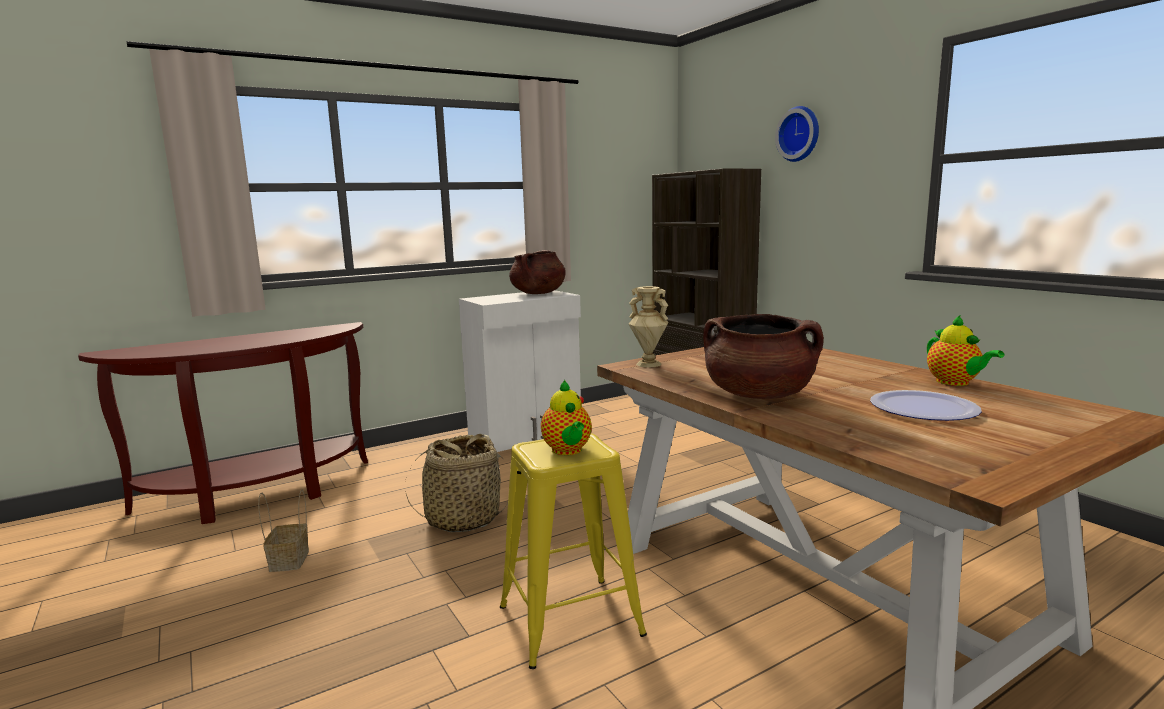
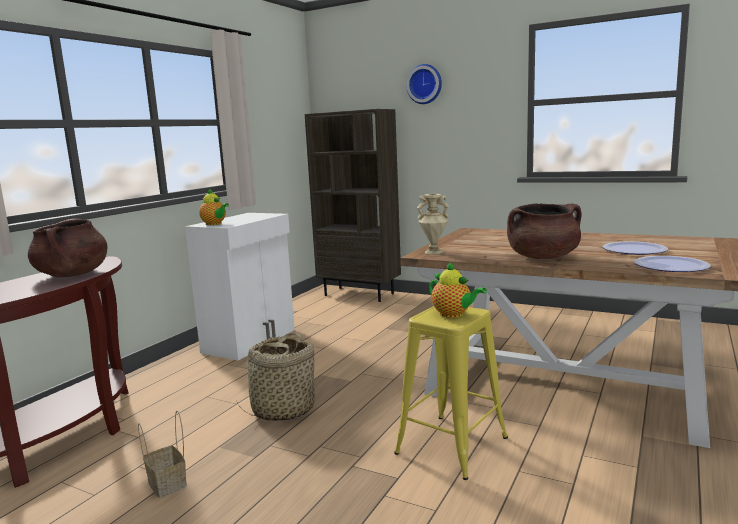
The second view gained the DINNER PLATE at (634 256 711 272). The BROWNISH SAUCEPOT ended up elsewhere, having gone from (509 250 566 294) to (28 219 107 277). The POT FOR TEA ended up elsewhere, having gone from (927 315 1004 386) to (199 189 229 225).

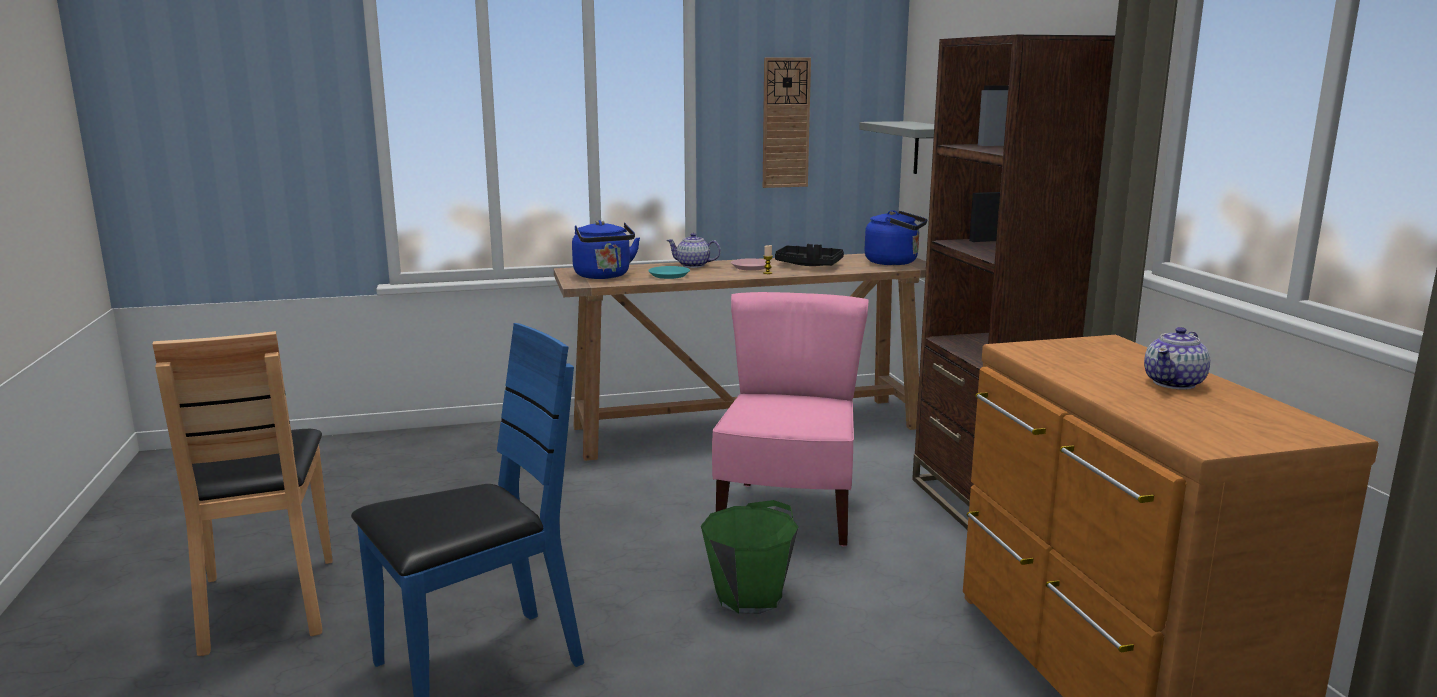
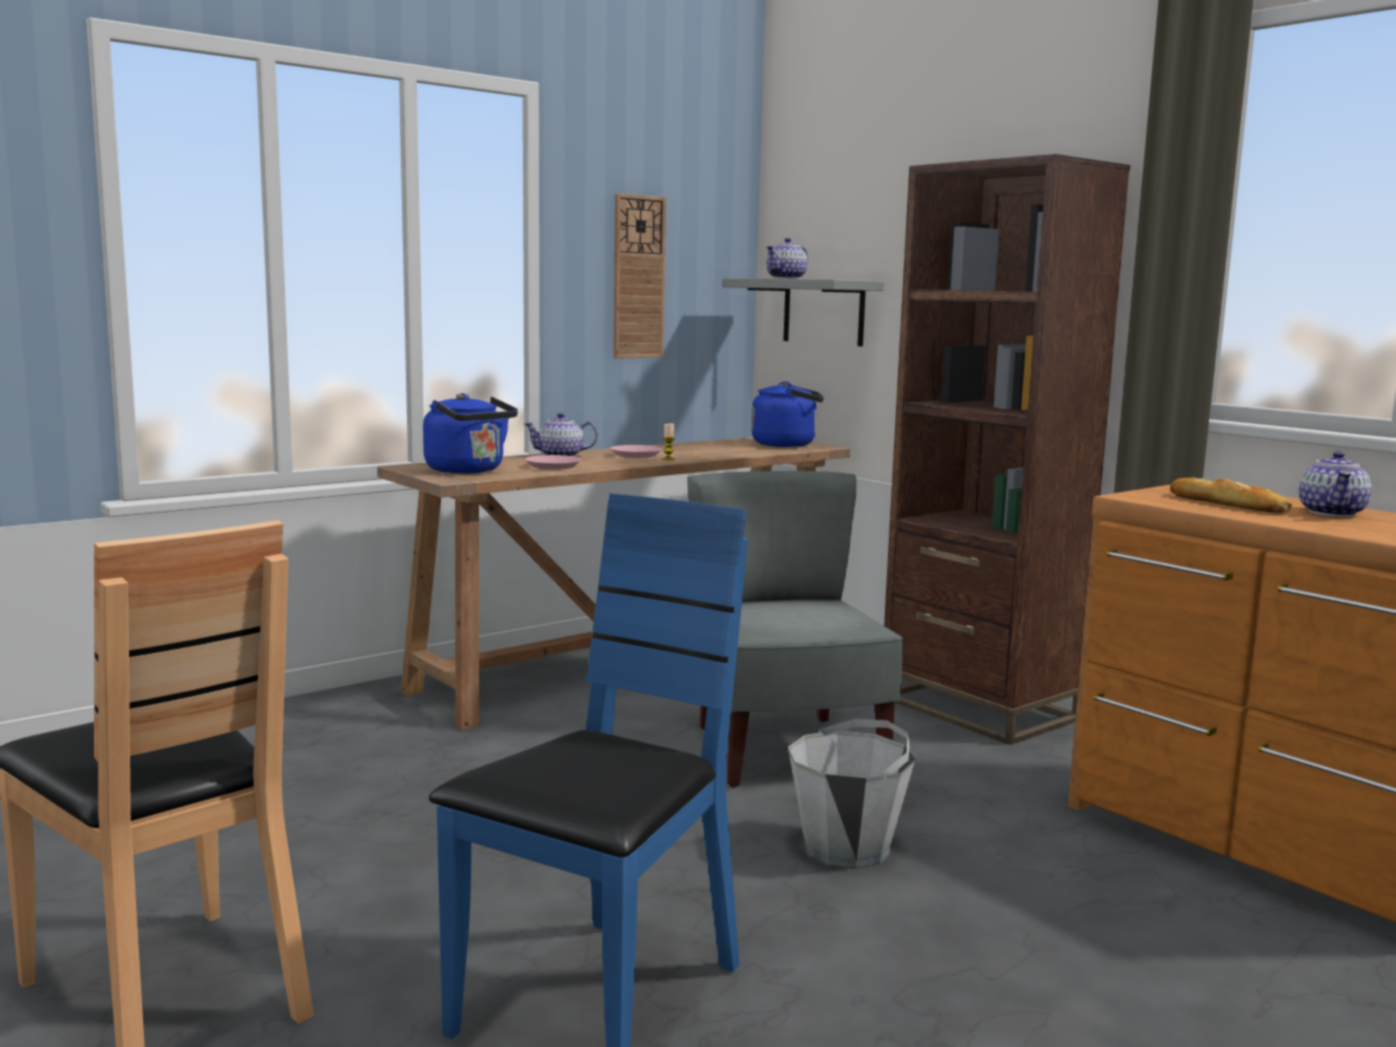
The second view lost the BLACK CARRYING TRAY at (775 244 844 266). The second view gained the POT FOR TEA at (766 238 808 279). The second view gained the BAKERY BREAD at (1170 477 1292 513). What was the BLUE-GREEN DINNER PLATE at (648 266 690 279) turned into the PINK DINNER PLATE at (525 455 581 470). What was the GREEN BUCKET at (701 500 799 614) turned into the GRAY BUCKET at (788 719 915 869). What was the PINK PLAIN CHAIR at (712 292 869 546) turned into the GRAY PLAIN CHAIR at (687 471 903 788).

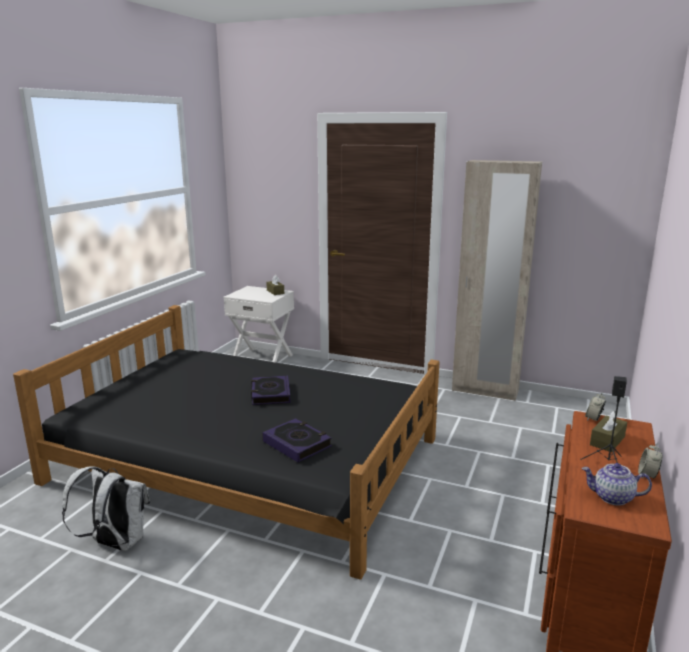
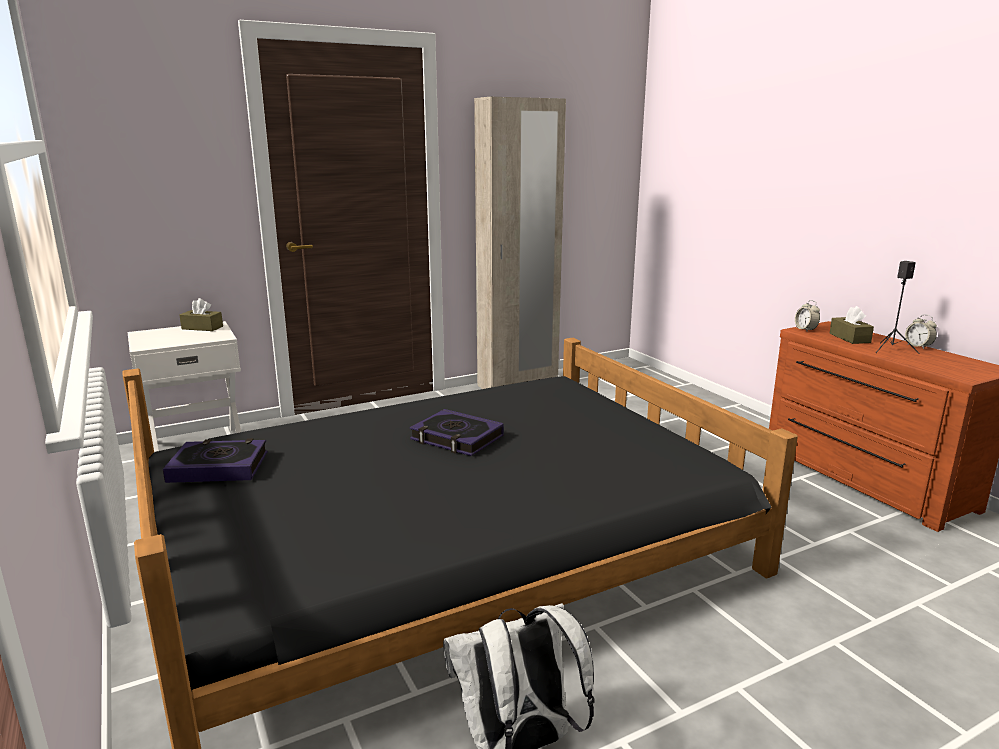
The second view lost the POT FOR TEA at (582 463 652 506). The BOOK ended up elsewhere, having gone from (262 418 332 462) to (163 438 268 483).

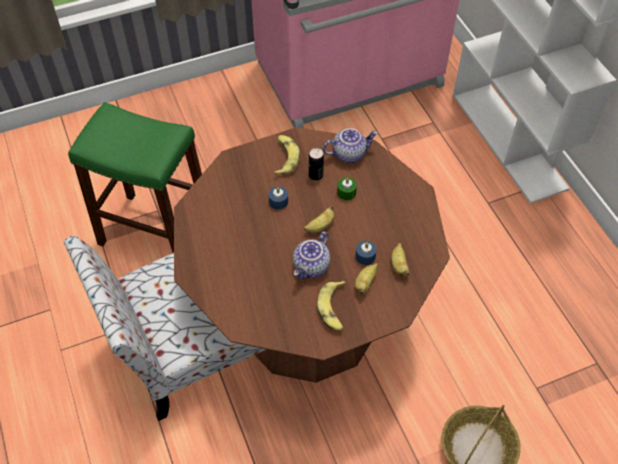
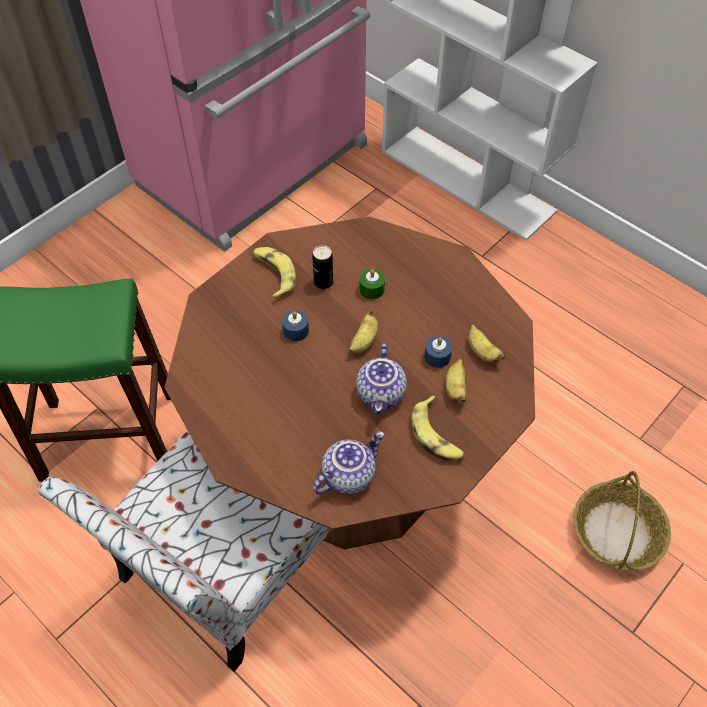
The POT FOR TEA ended up elsewhere, having gone from (322 128 378 163) to (313 431 384 494).

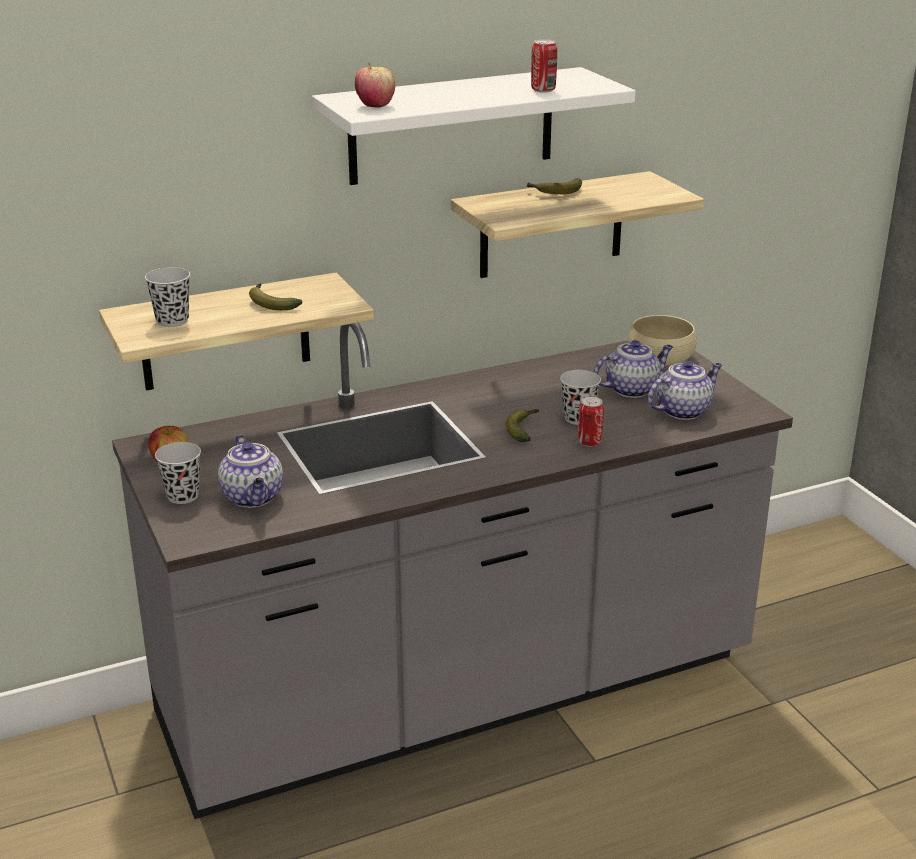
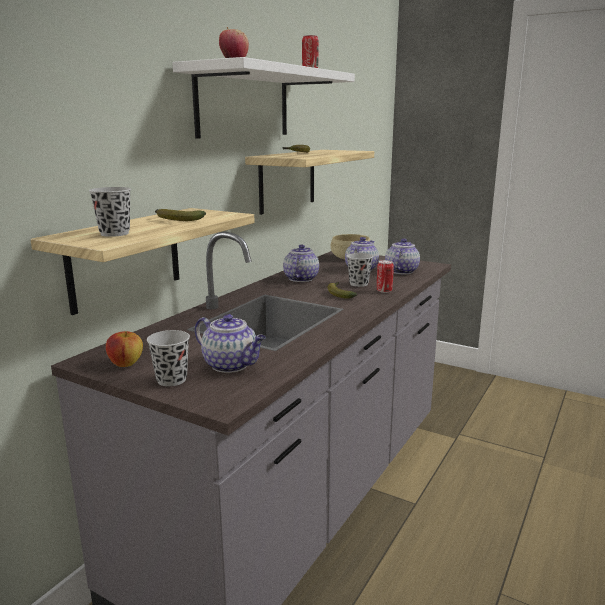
The second view gained the POT FOR TEA at (283 244 319 282).

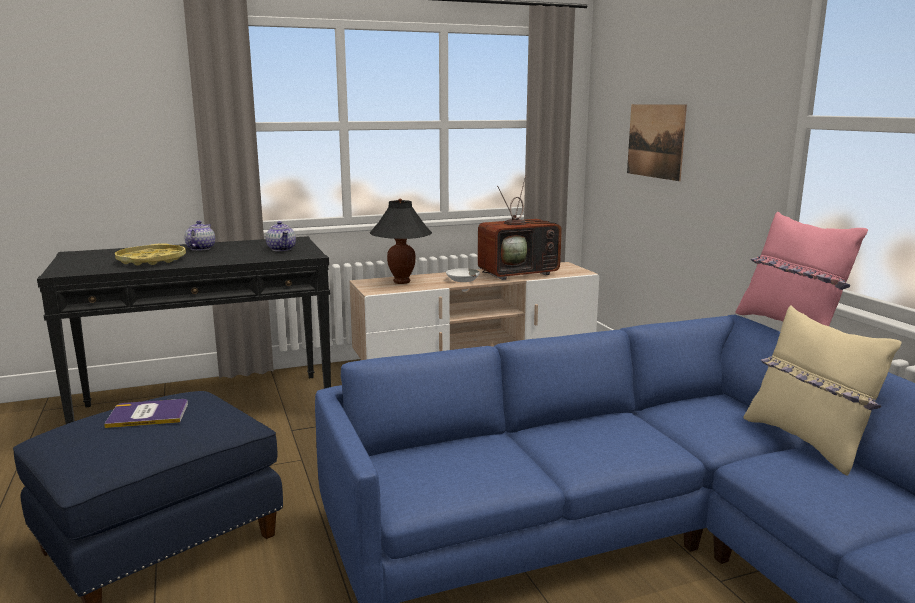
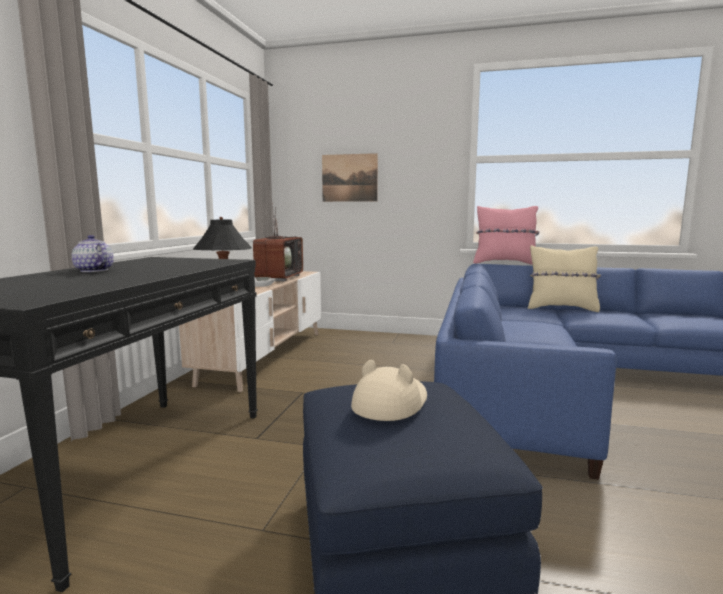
The second view lost the YELLOWISH CARRYING TRAY at (115 243 186 265). The second view lost the POT FOR TEA at (266 221 296 251). Where the BOOK stood at (104 399 188 428), the BEIGE WEARABLE HAT came to stand at (351 360 427 421).

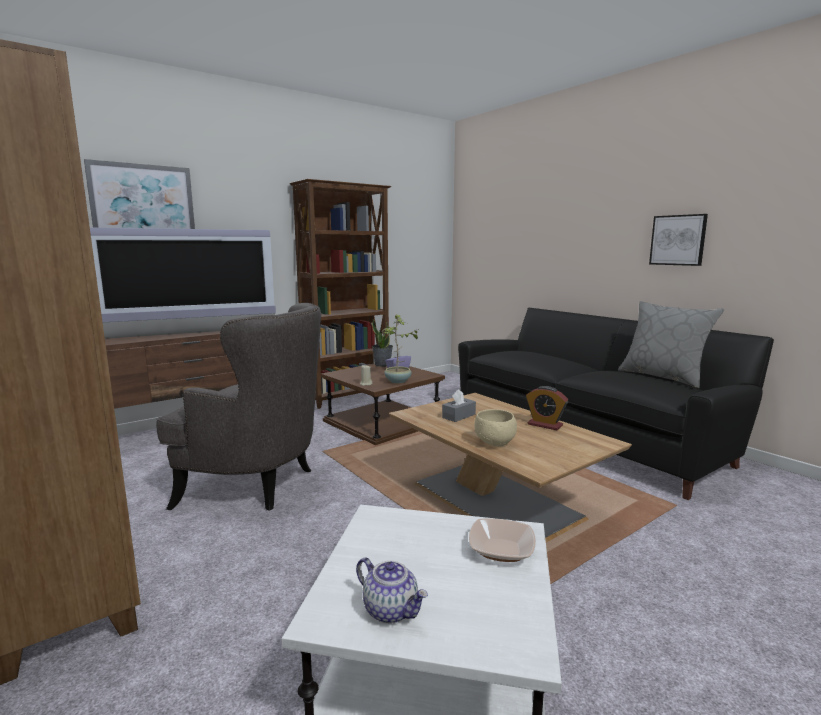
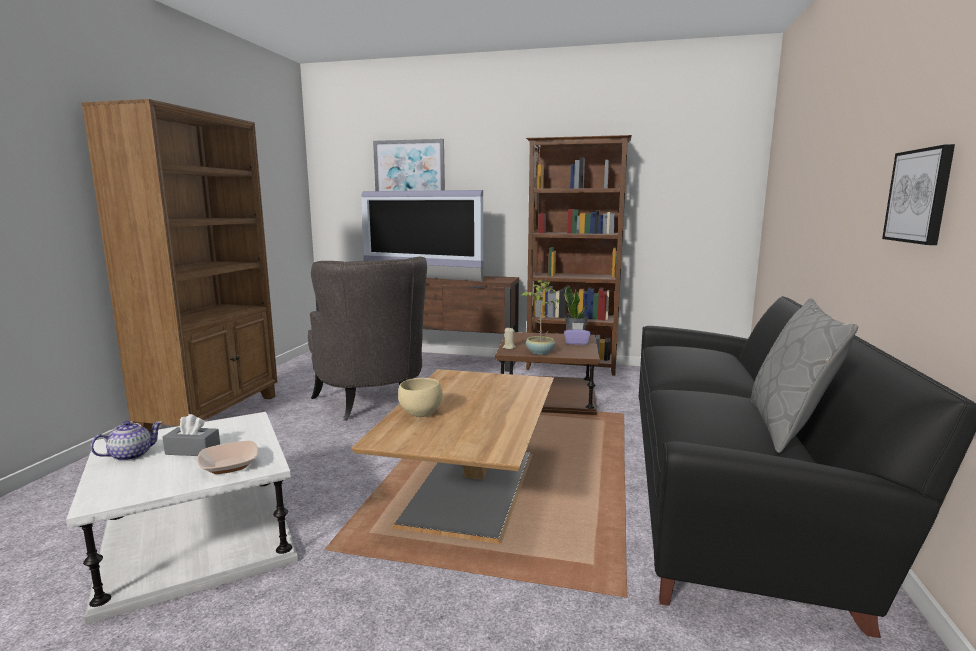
The second view lost the ALARM CLOCK at (526 386 568 430). The GRAY TISSUE HOLDER ended up elsewhere, having gone from (442 389 476 422) to (163 414 220 456). The POT FOR TEA at (356 557 428 624) ended up facing another way, 135 degrees counterclockwise from before.

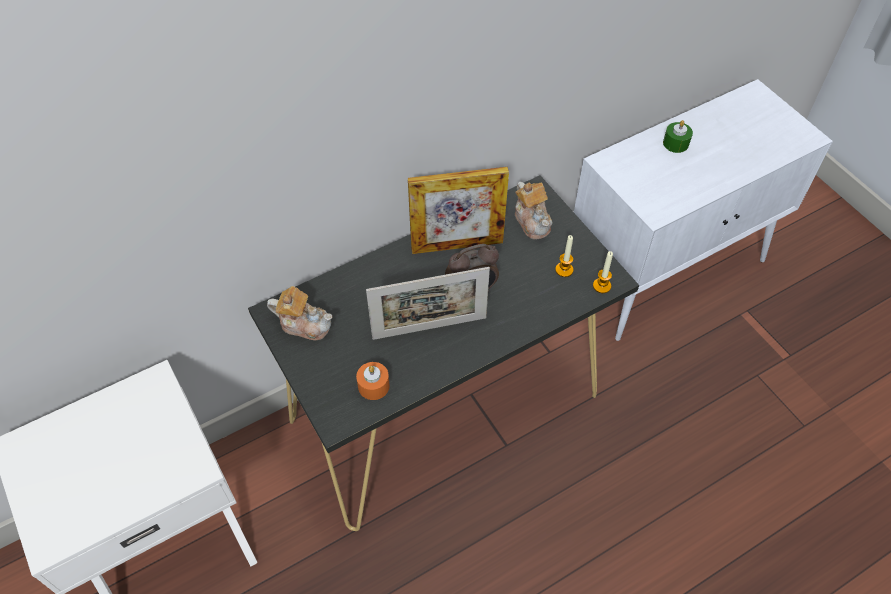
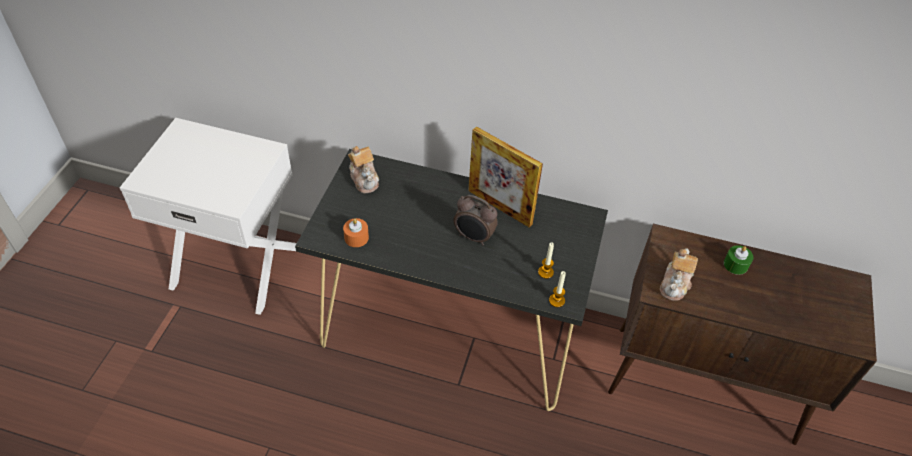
The second view lost the STANDING FRAME at (366 267 490 340). The POT FOR TEA ended up elsewhere, having gone from (515 182 553 240) to (660 248 698 301). What was the WHITISH CUPBOARD at (574 79 833 341) turned into the BROWNISH CUPBOARD at (608 224 877 445).

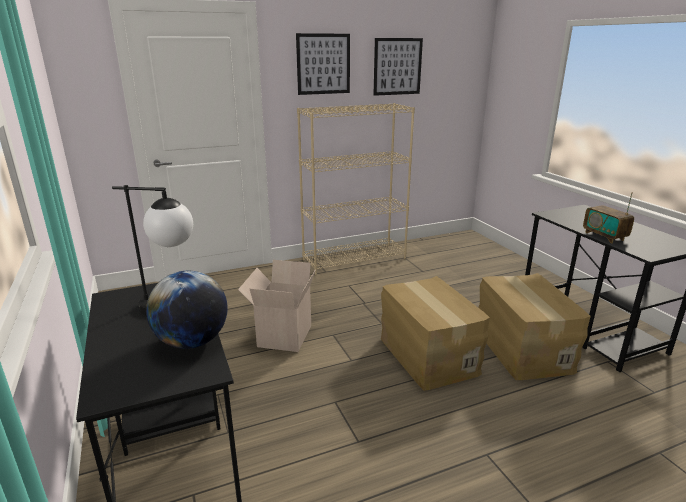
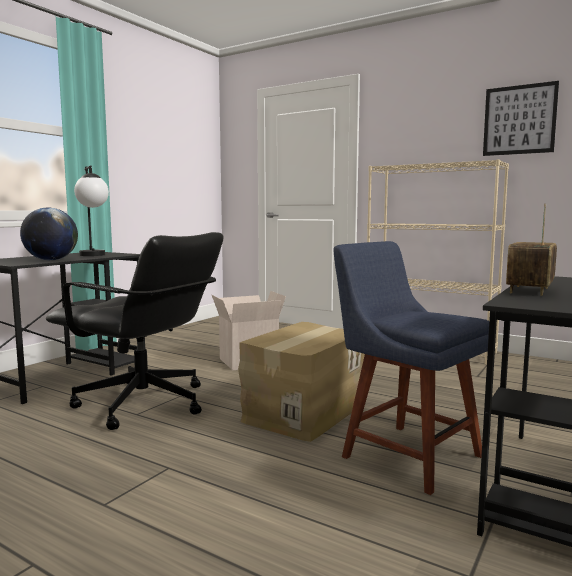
The second view lost the WALL ART at (296 33 350 95). The second view gained the BLACK DESK CHAIR at (46 232 223 430). Where the CARTON stood at (478 273 591 380), the BLUISH PLAIN CHAIR came to stand at (333 241 489 495).

